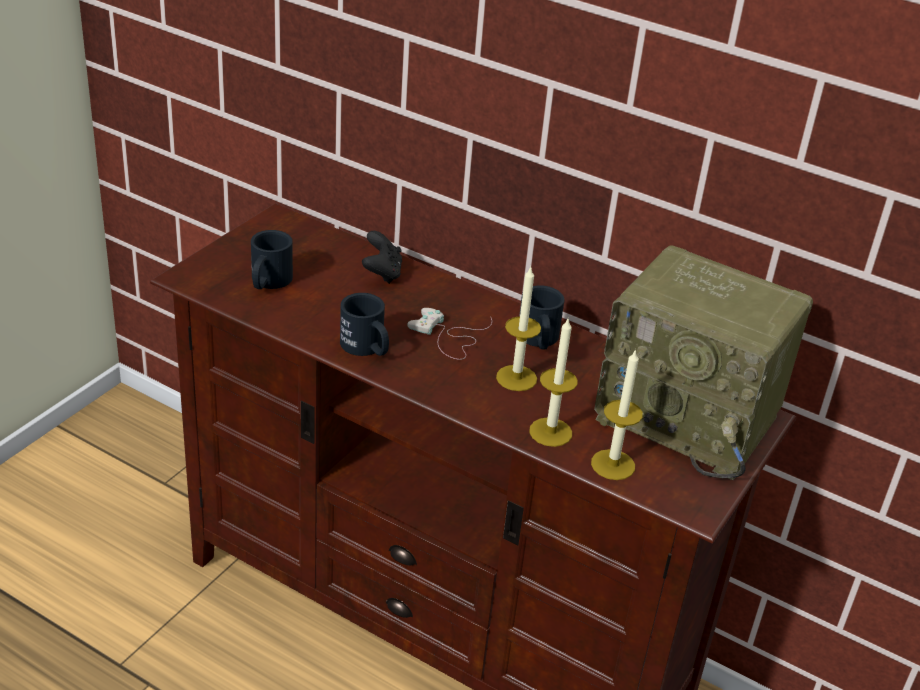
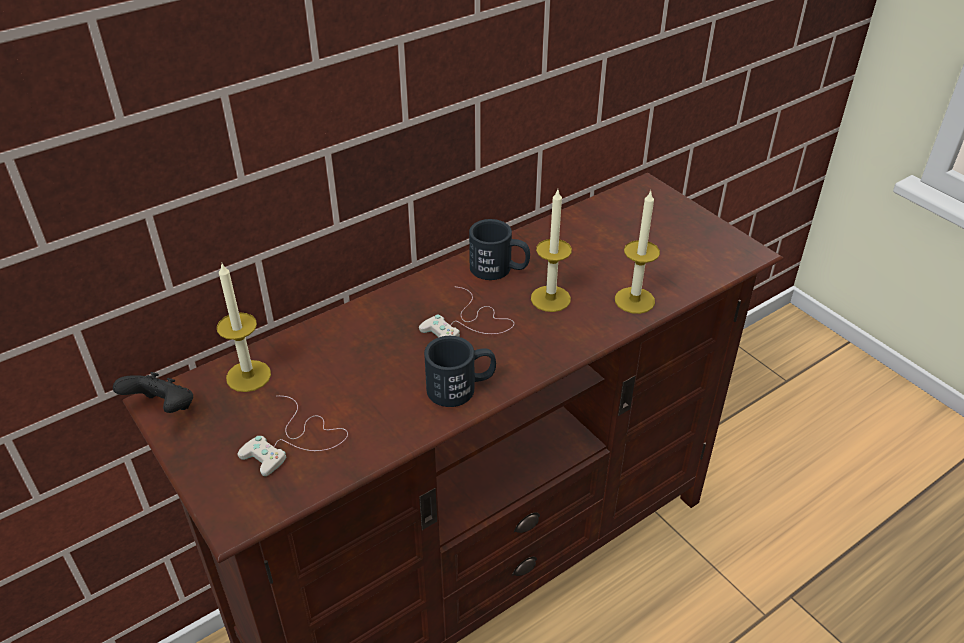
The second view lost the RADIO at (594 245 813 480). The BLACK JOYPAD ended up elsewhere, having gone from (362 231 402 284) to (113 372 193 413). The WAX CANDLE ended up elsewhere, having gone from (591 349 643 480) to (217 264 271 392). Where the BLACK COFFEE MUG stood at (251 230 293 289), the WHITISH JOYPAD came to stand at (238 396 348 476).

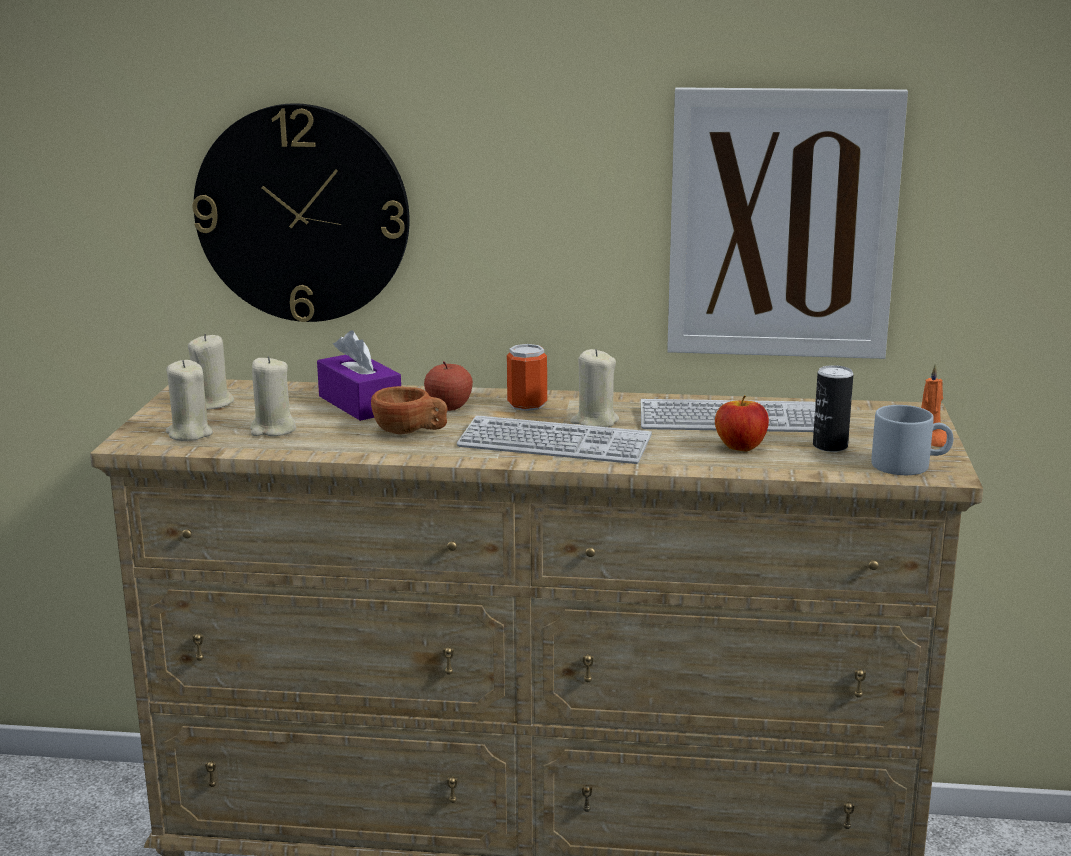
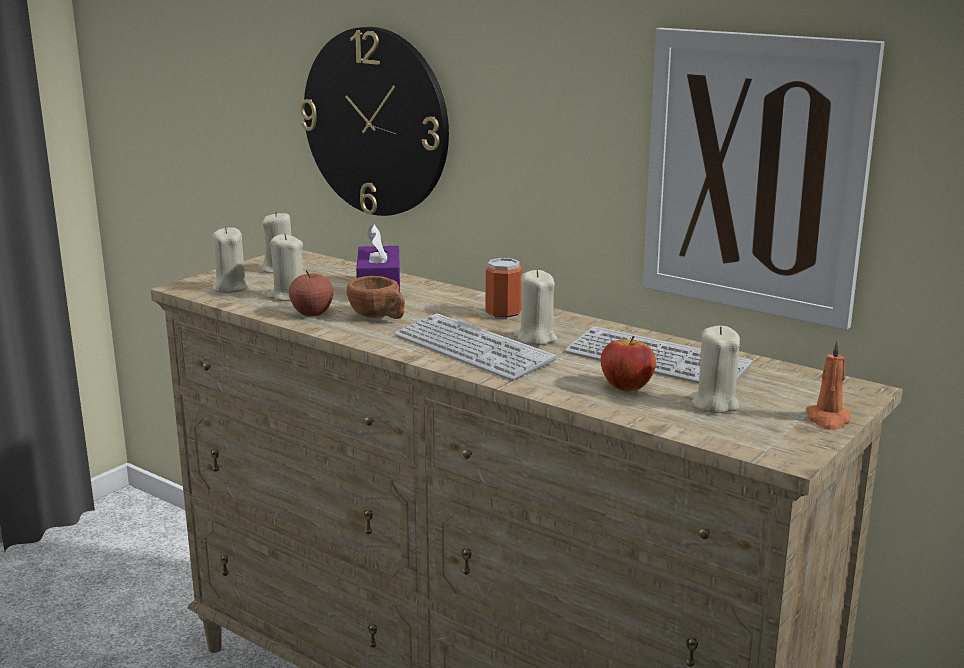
The second view lost the GRAY COFFEE MUG at (871 405 953 475). The APPLE FRUIT ended up elsewhere, having gone from (424 361 473 411) to (289 270 333 317). Where the METAL CAN stood at (813 365 853 452), the BEIGE WAX CANDLE came to stand at (690 326 740 413).

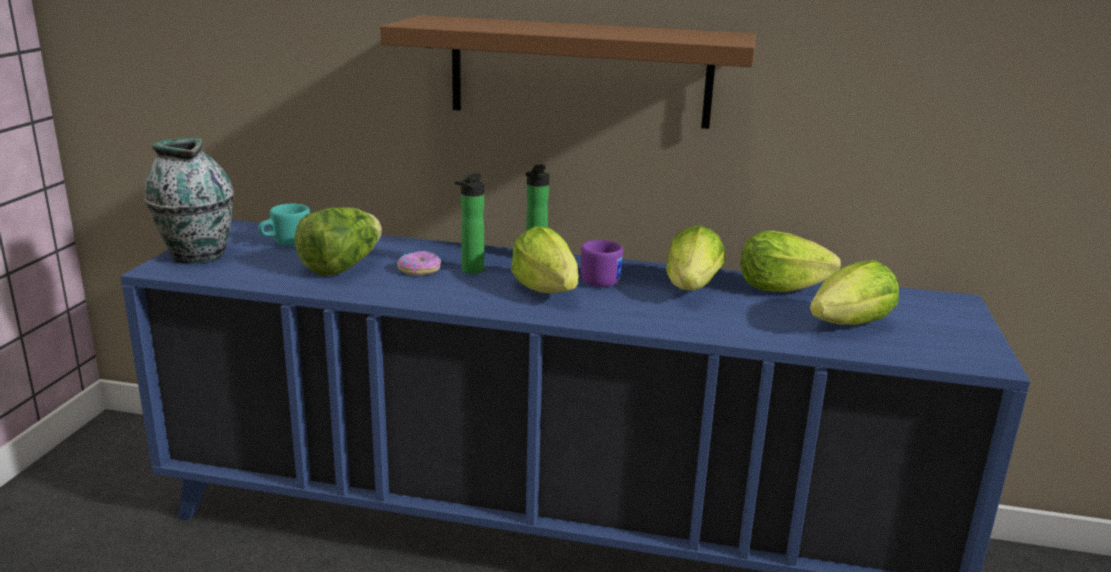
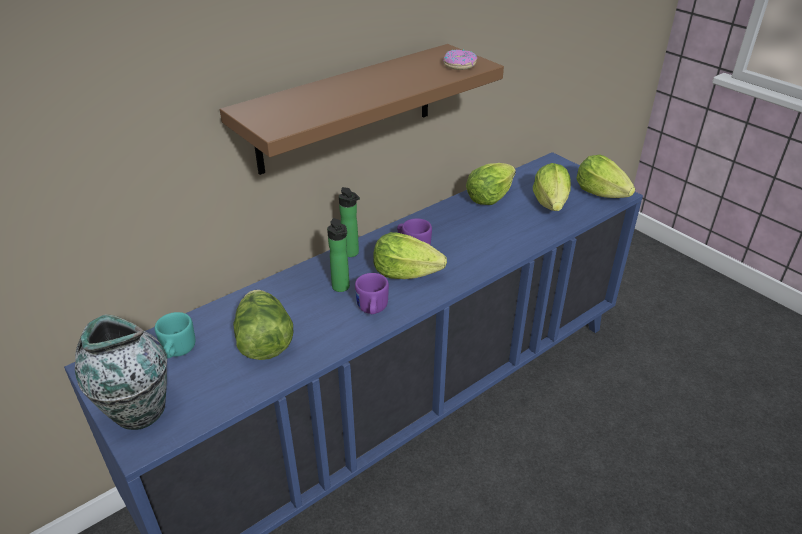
The second view gained the PURPLE COFFEE MUG at (355 273 389 314). The RING DOUGHNUT ended up elsewhere, having gone from (397 251 441 276) to (443 49 477 70). The LETTUCE HEAD ended up elsewhere, having gone from (666 225 725 290) to (577 155 635 198).

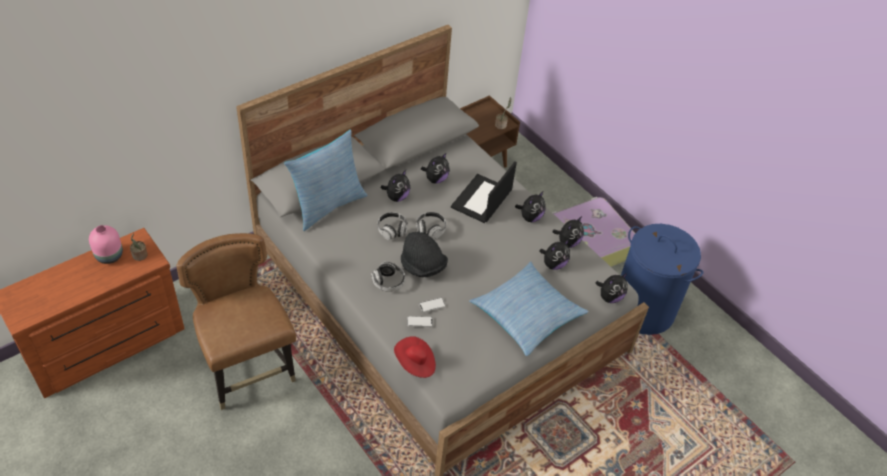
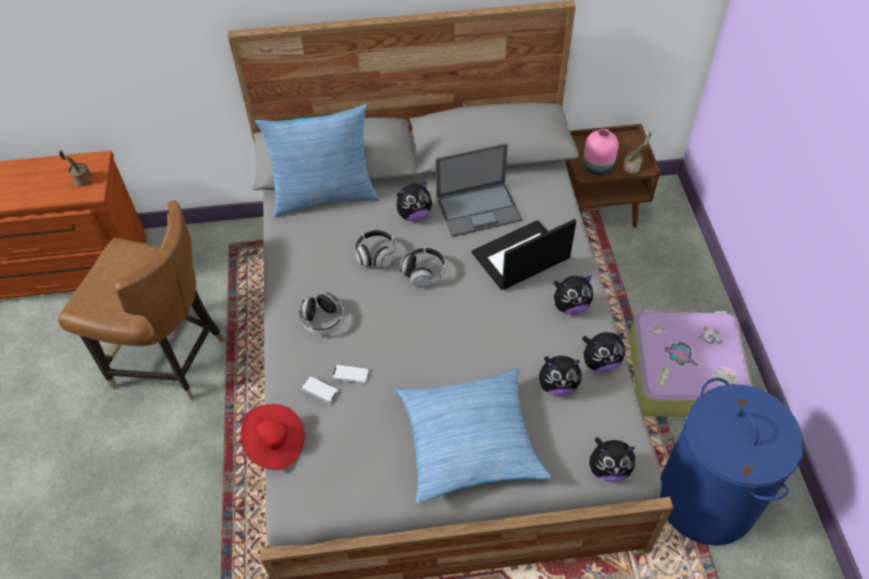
The second view lost the BLACK WEARABLE HAT at (401 232 448 277). The PINK FLOWER VASE ended up elsewhere, having gone from (89 225 123 264) to (583 129 619 175). Where the SOFT TOY stood at (421 153 450 184), the LAPTOP came to stand at (436 143 522 237). The BROWNISH PLAIN CHAIR at (176 233 296 410) ended up facing another way, 105 degrees clockwise from before.

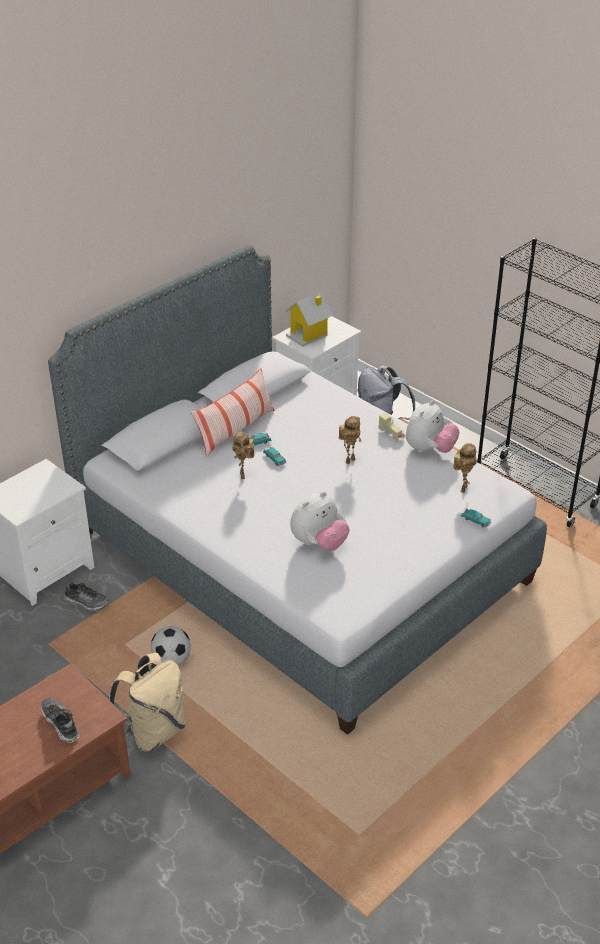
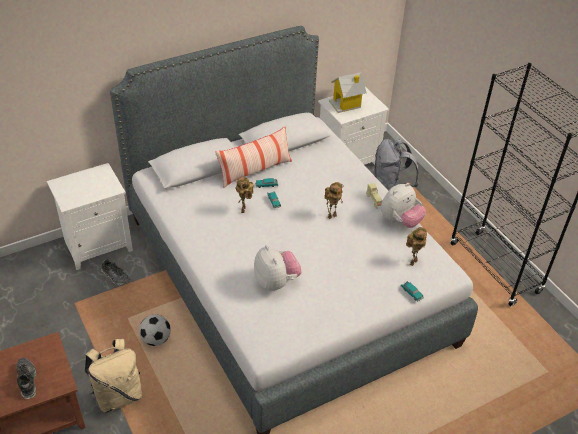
The SOFT TOY at (290 492 350 551) ended up facing another way, 90 degrees counterclockwise from before.

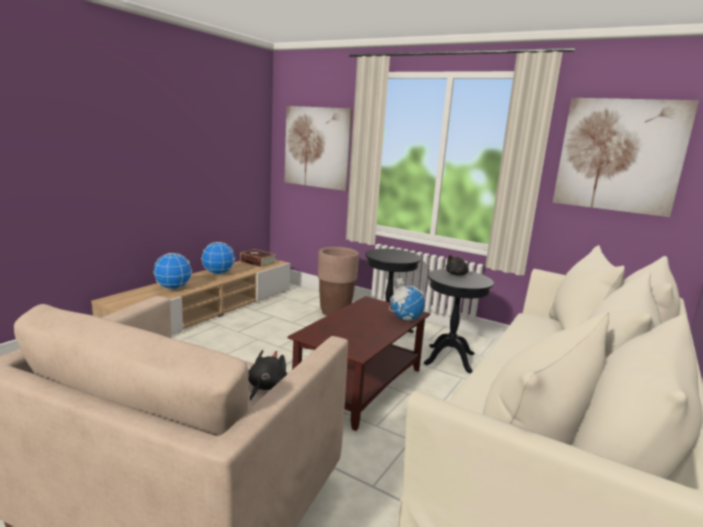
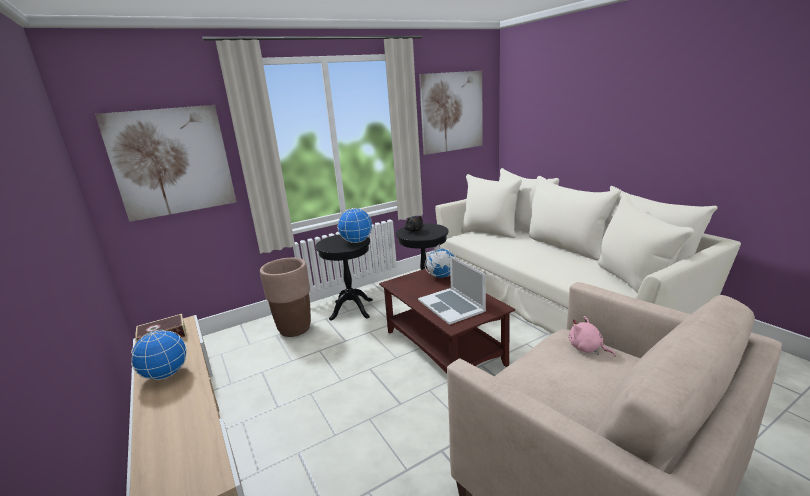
The second view gained the LAPTOP at (418 256 486 325). The GLOBE ended up elsewhere, having gone from (153 253 192 289) to (337 208 372 243). What was the BLACK SOFT TOY at (248 350 287 401) turned into the PINK SOFT TOY at (569 316 616 356).

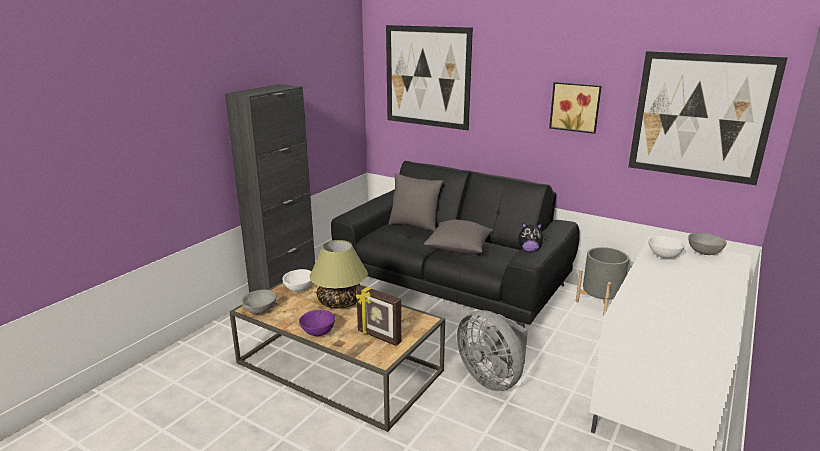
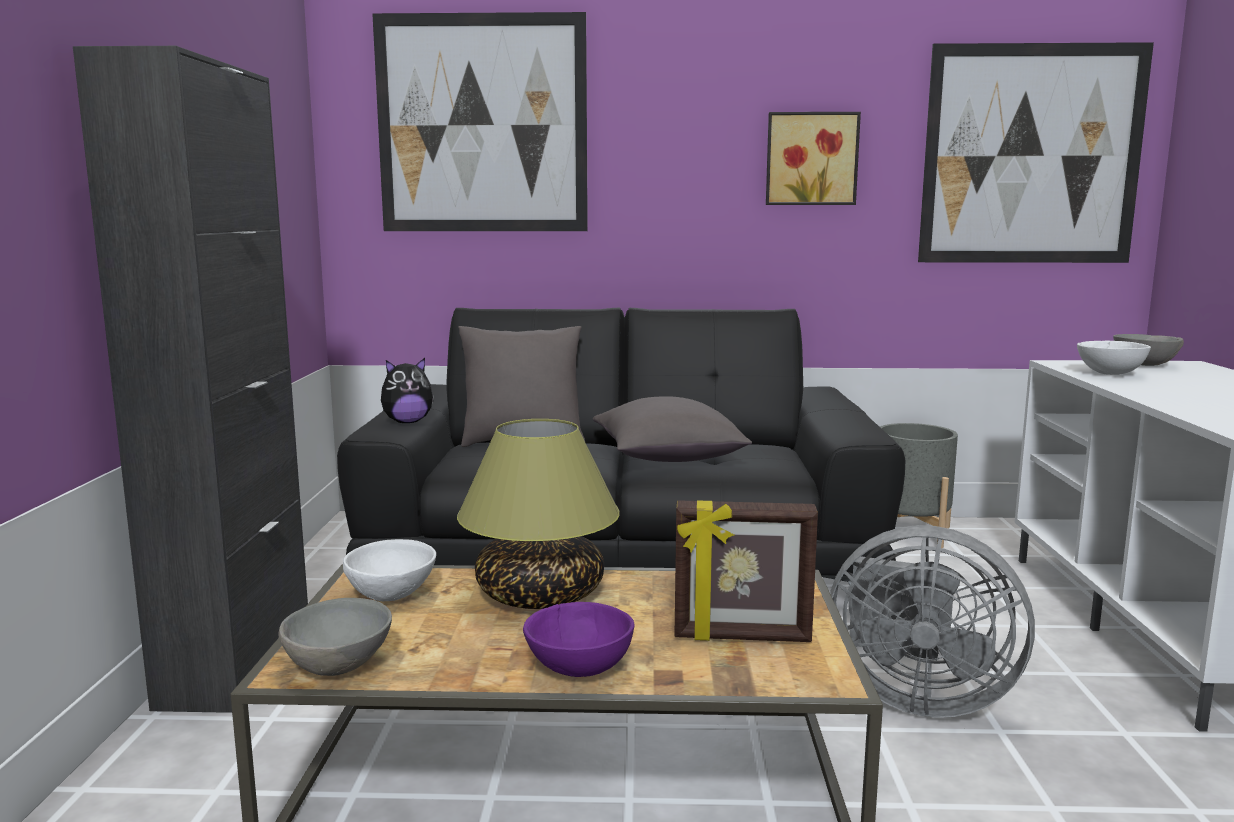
The SOFT TOY ended up elsewhere, having gone from (518 223 544 252) to (381 358 434 423).

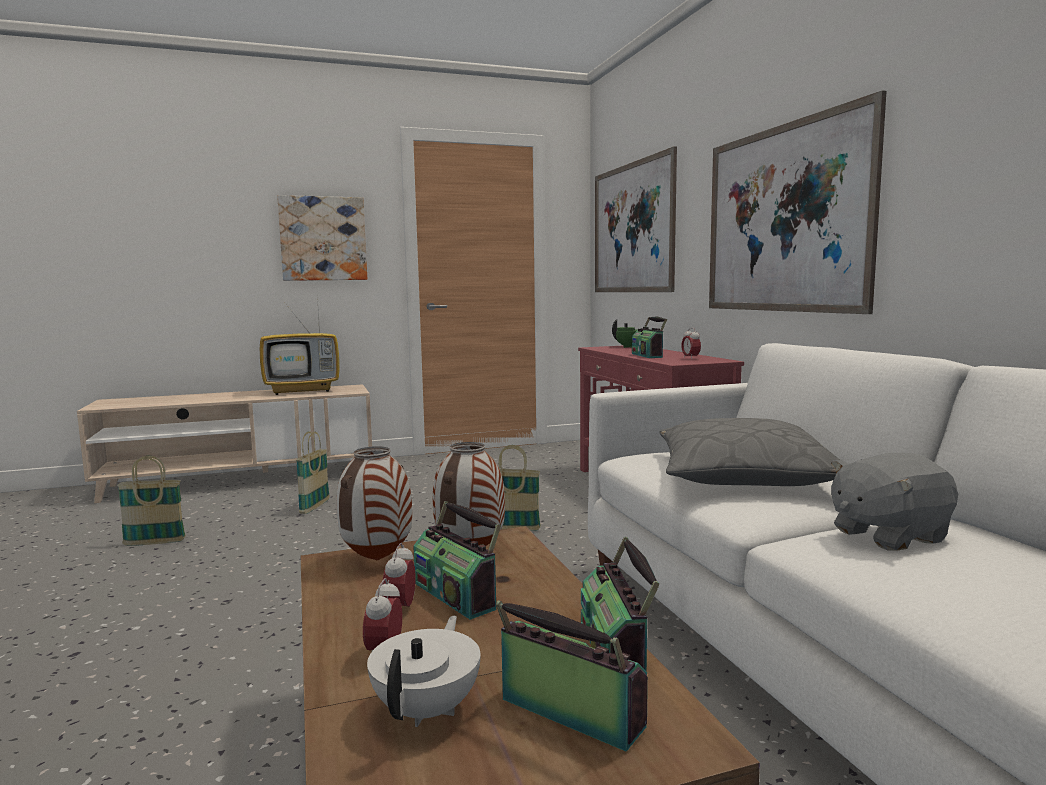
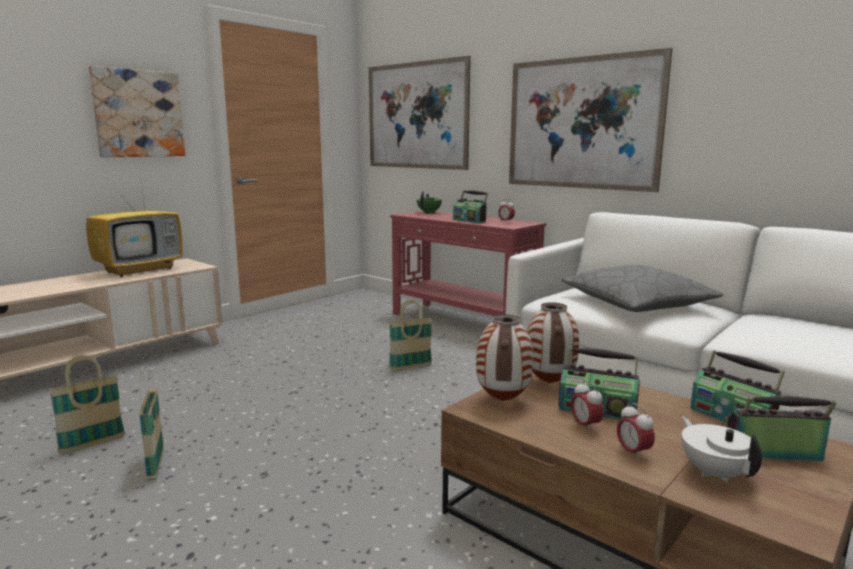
The second view lost the GRAY SOFT TOY at (831 452 958 551). The HOUSEHOLD BASKET ended up elsewhere, having gone from (296 431 330 514) to (139 371 164 481).

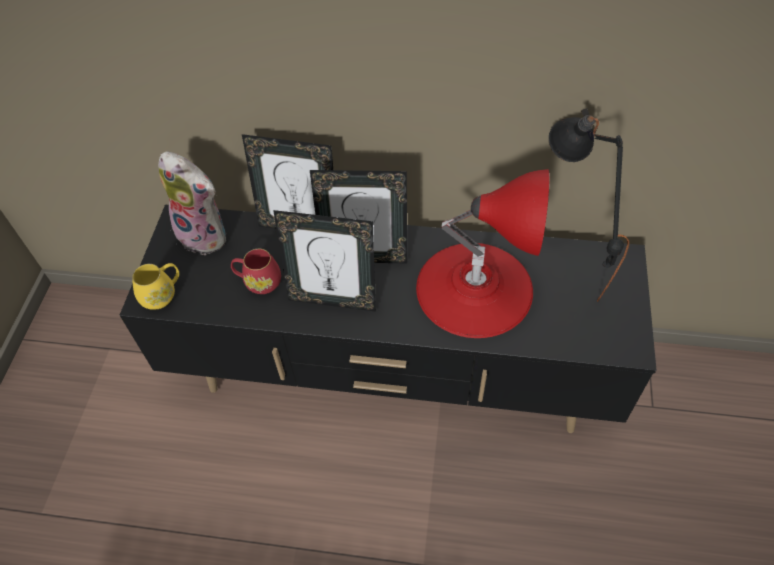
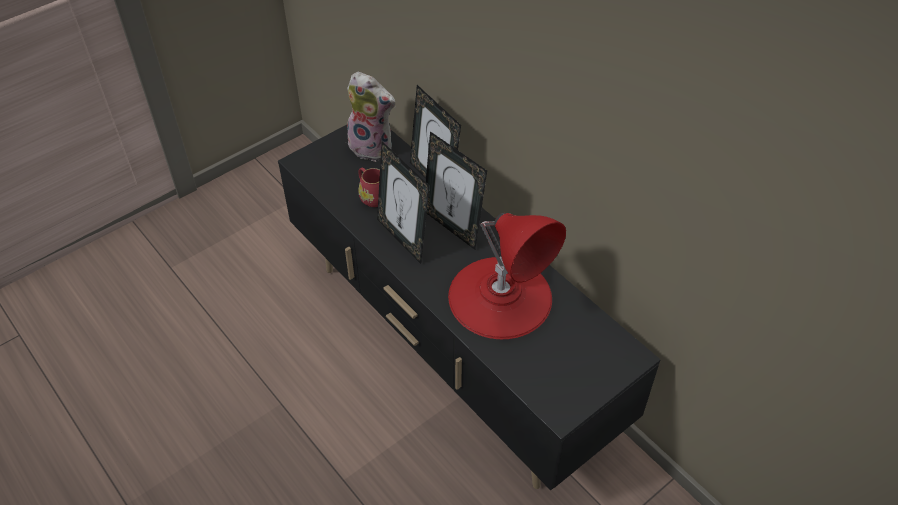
The second view lost the YELLOWISH COFFEE MUG at (132 263 179 309). The second view lost the BLACK LAMP FOR A TABLE at (549 109 629 302). The SOFT TOY at (158 152 226 256) ended up facing another way, 45 degrees counterclockwise from before.

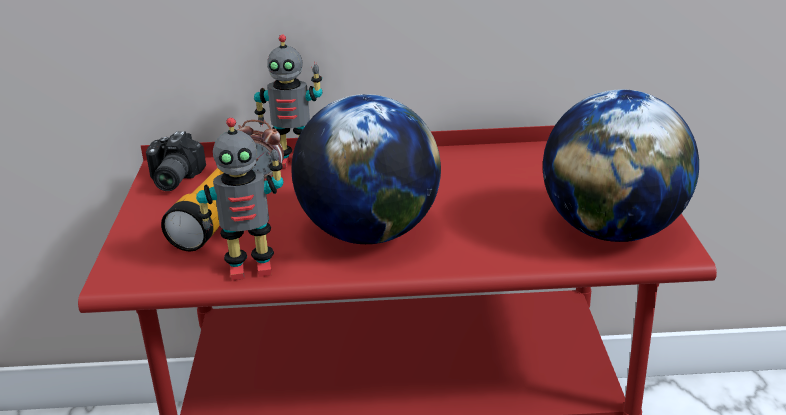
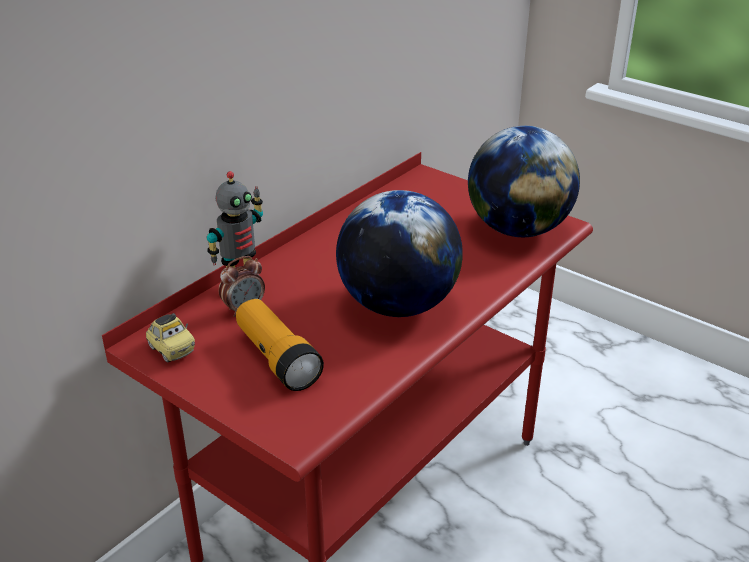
The second view lost the MODEL ROBOT at (196 118 283 281). Where the STILL CAMERA stood at (146 131 206 191), the MINIATURE CAR came to stand at (146 313 195 362).

